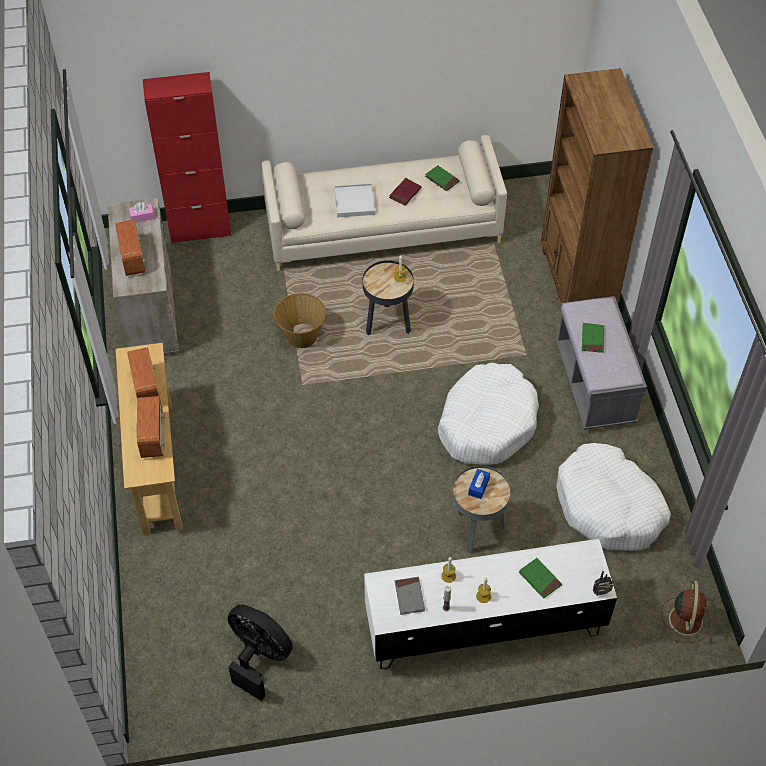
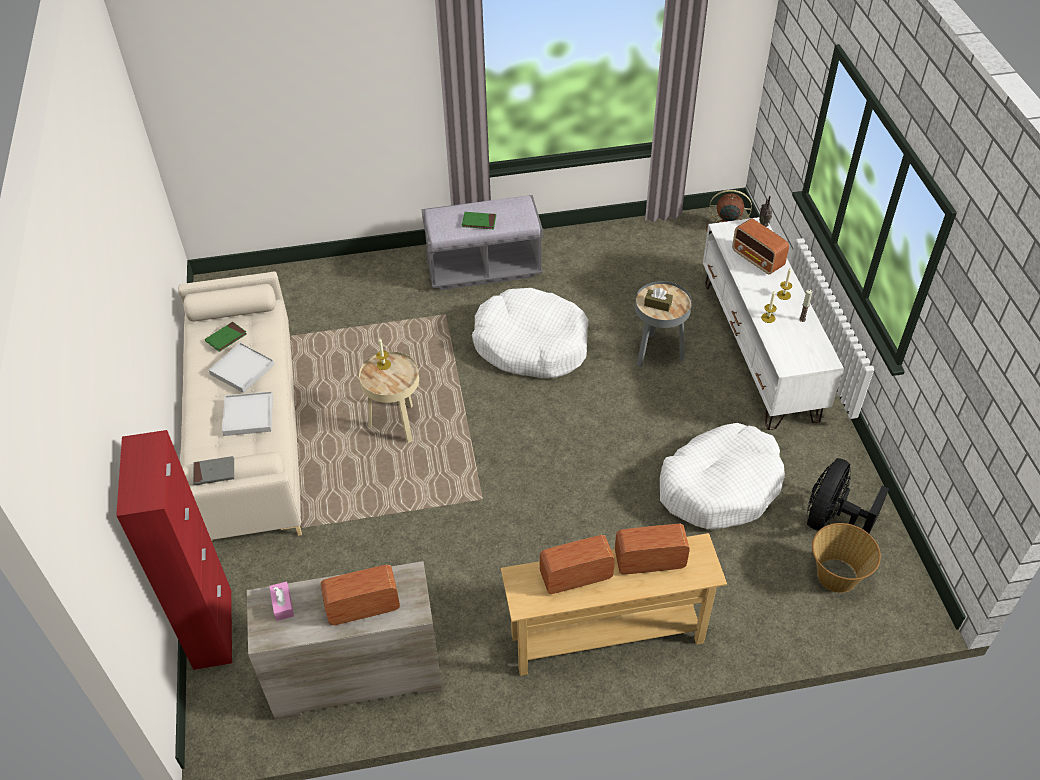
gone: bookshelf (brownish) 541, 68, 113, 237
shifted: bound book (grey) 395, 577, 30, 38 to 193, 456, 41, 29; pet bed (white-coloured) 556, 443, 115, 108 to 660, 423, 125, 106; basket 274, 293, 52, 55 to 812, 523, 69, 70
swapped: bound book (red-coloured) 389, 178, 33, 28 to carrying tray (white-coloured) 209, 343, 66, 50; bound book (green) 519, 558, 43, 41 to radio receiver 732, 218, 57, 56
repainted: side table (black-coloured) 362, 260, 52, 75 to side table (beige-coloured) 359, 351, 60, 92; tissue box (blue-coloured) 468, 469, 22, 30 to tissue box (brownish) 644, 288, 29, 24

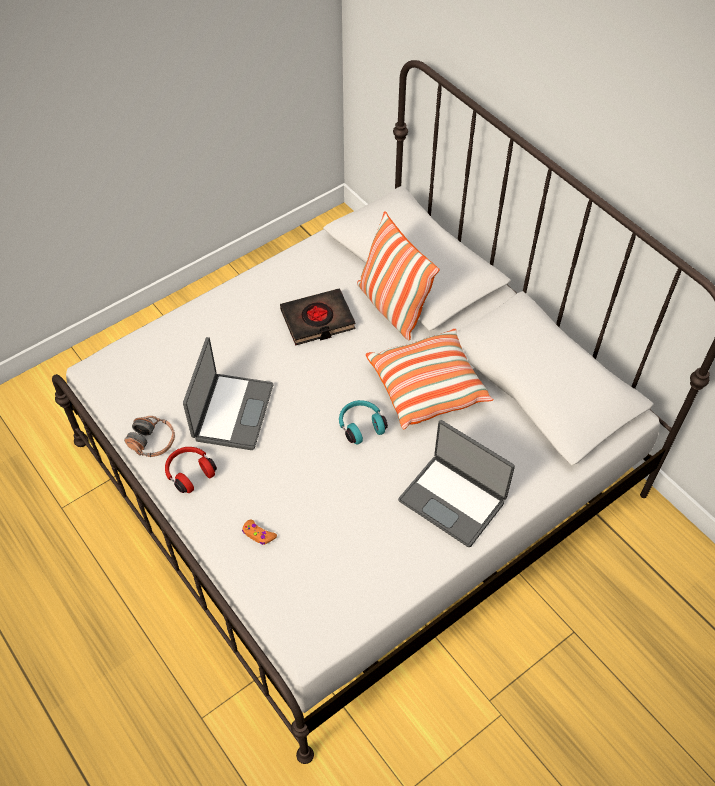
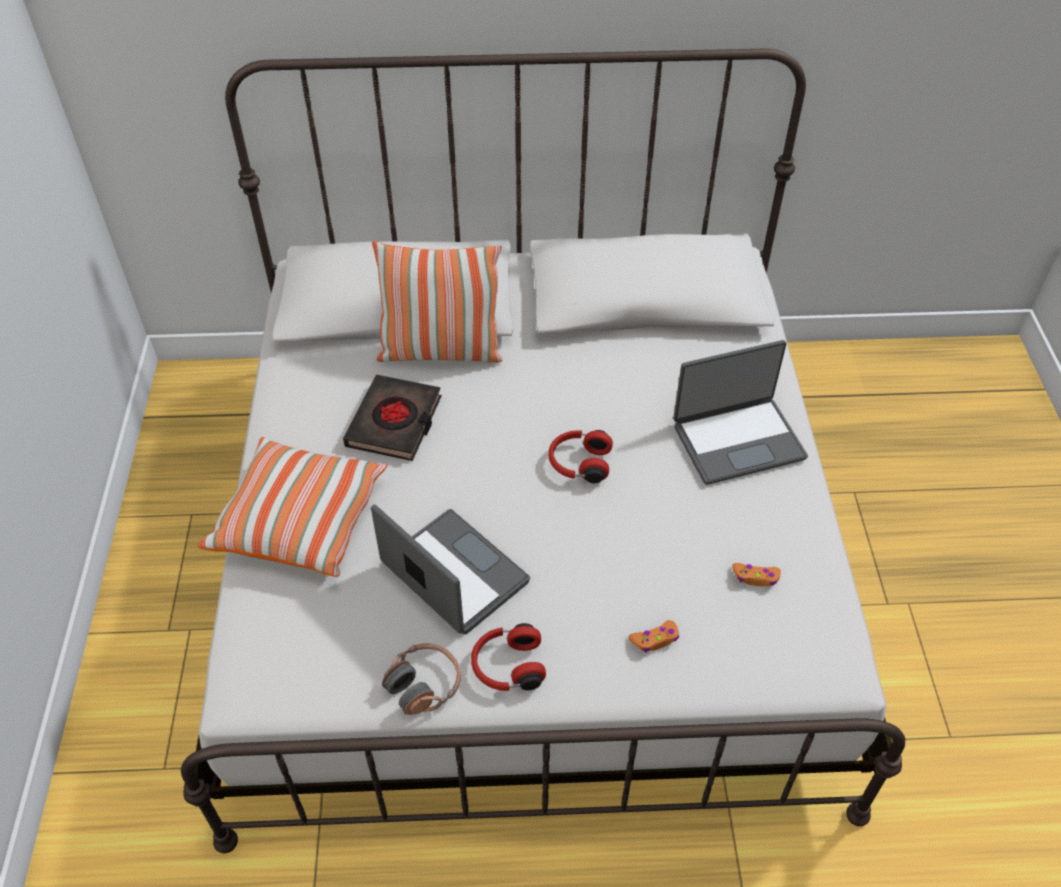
new: gamepad (orange) 732, 563, 49, 23
shifted: cushion 366, 329, 128, 100 to 198, 437, 189, 140
repainted: headphones (turquoise) 339, 400, 49, 44 to headphones (red-coloured) 548, 430, 65, 53

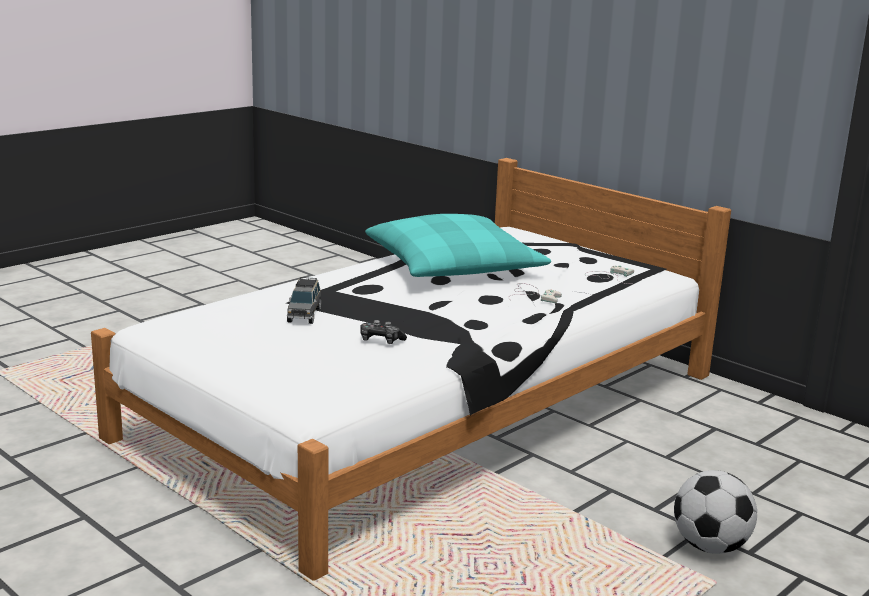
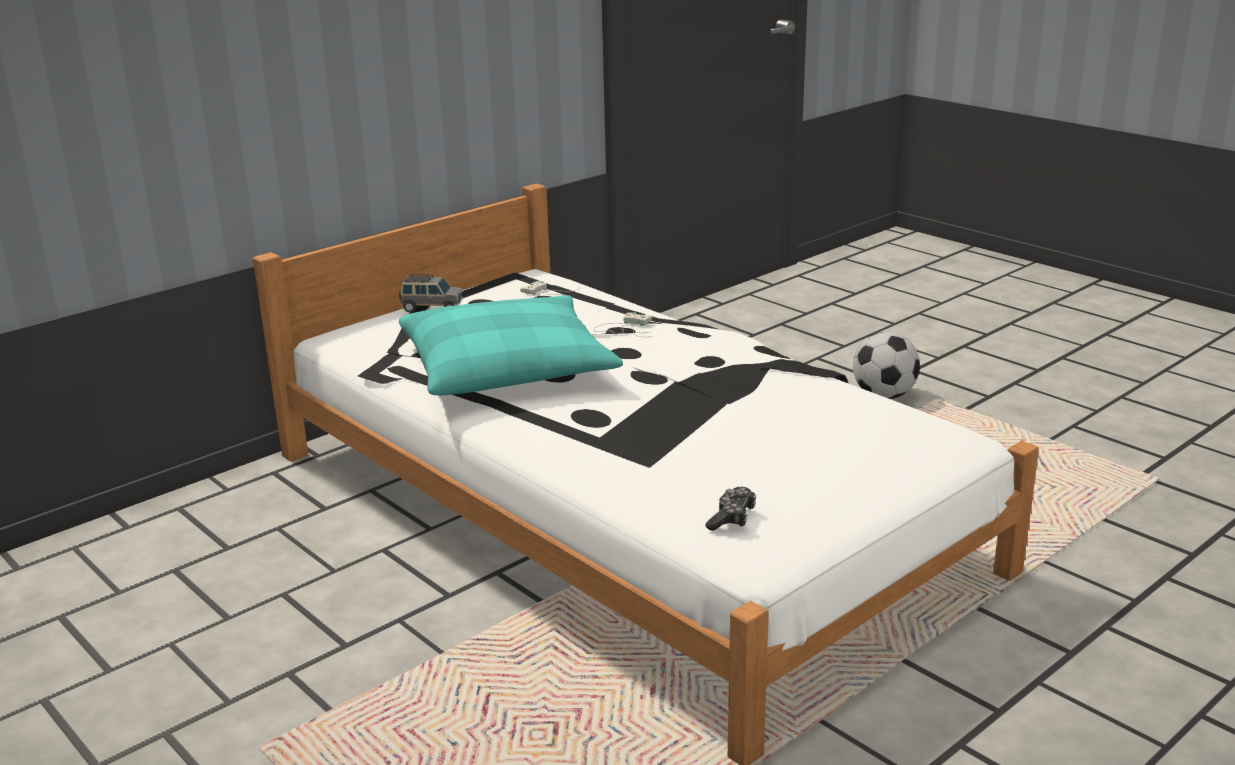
shifted: model car (grey) 287, 277, 34, 47 to 399, 274, 64, 39; gamepad 360, 320, 47, 24 to 705, 487, 51, 44

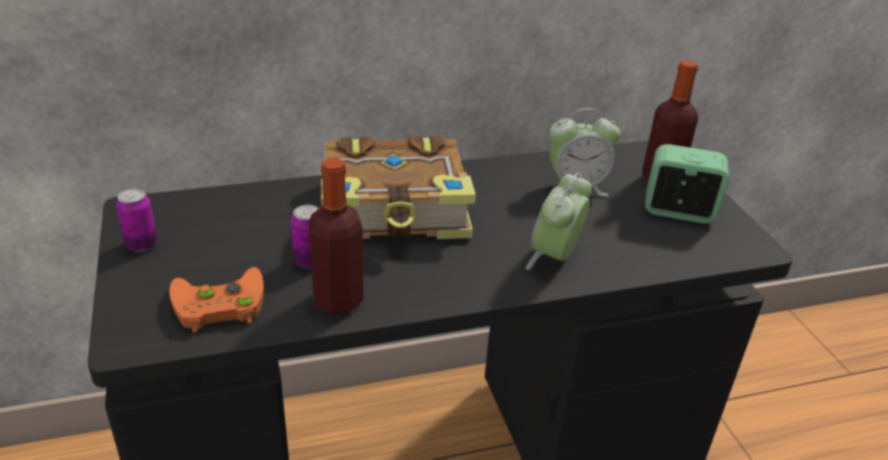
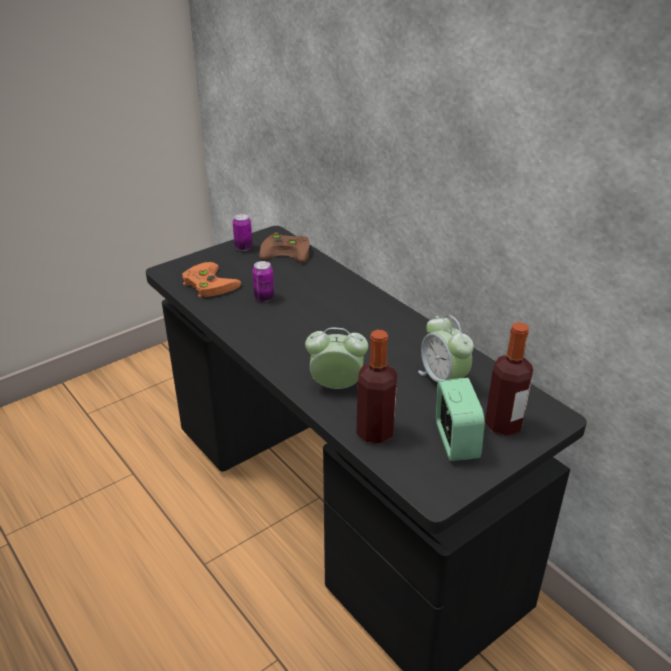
gone: bound book 321, 136, 155, 103
new: gamepad (brownish) 259, 232, 51, 31
shifted: drink bottle 309, 158, 54, 156 to 356, 330, 41, 114

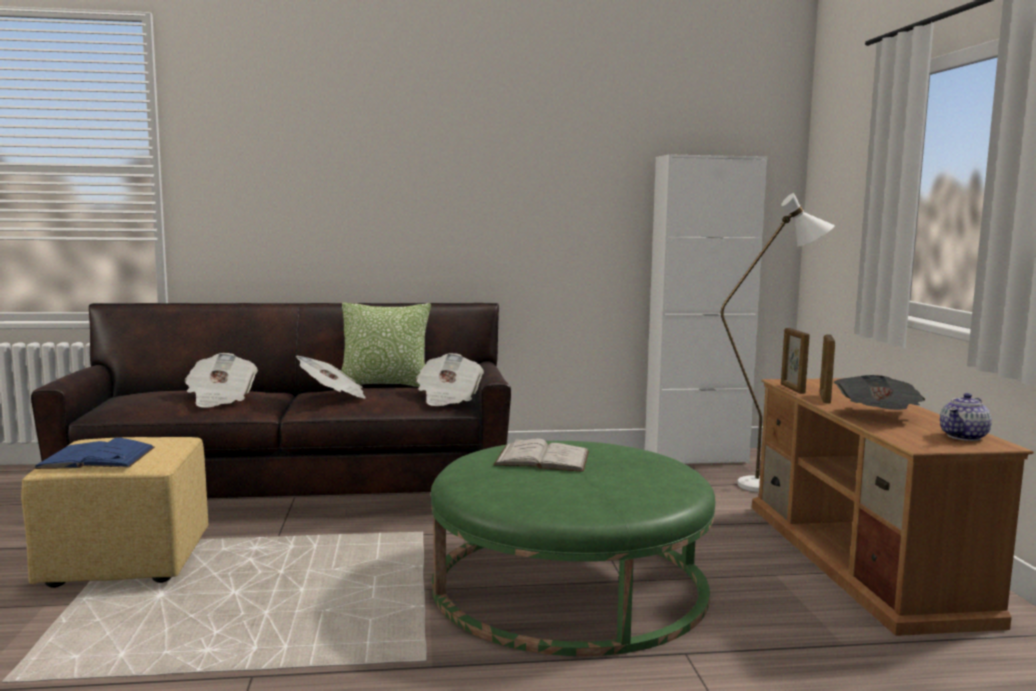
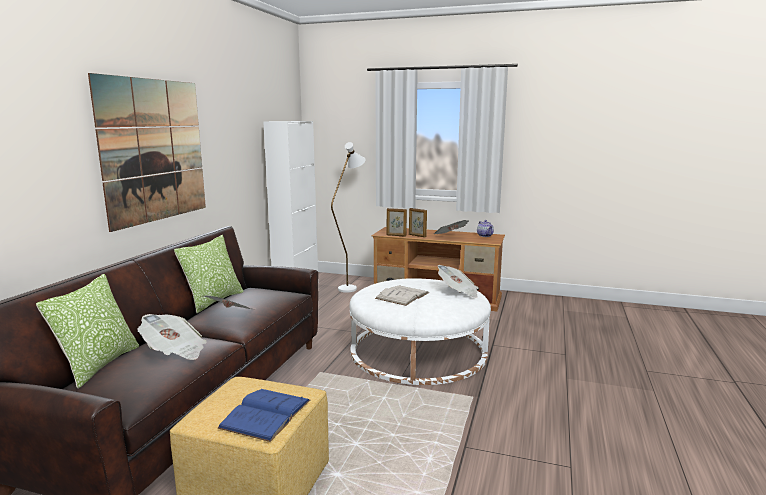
new: cushion 36, 274, 103, 115; wall art 88, 73, 118, 159
shifted: printed paper 416, 353, 68, 53 to 438, 265, 40, 33
repainted: footrest (green) 431, 441, 284, 215 to footrest (white-coloured) 349, 278, 142, 107

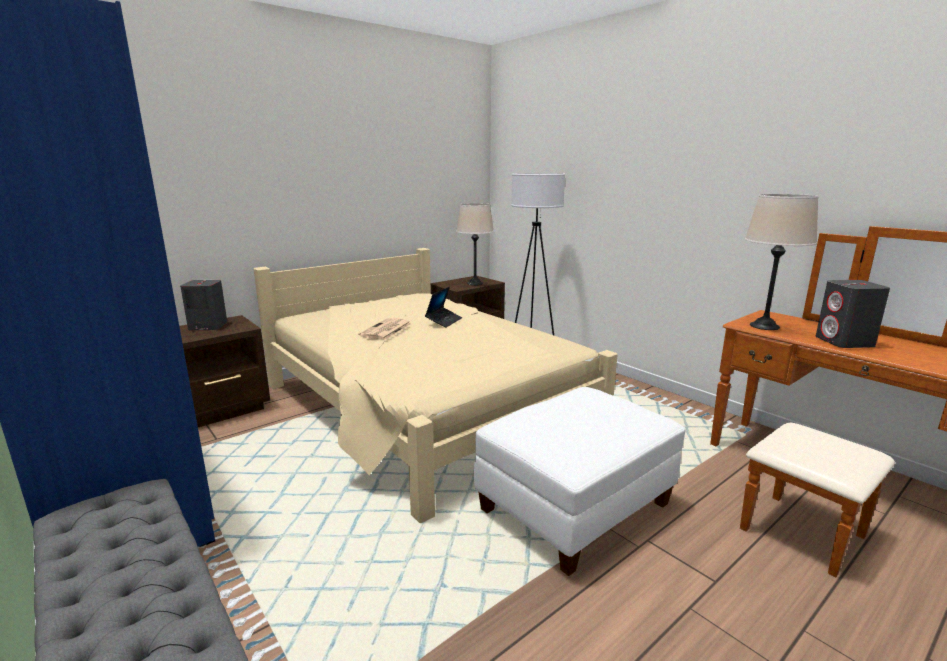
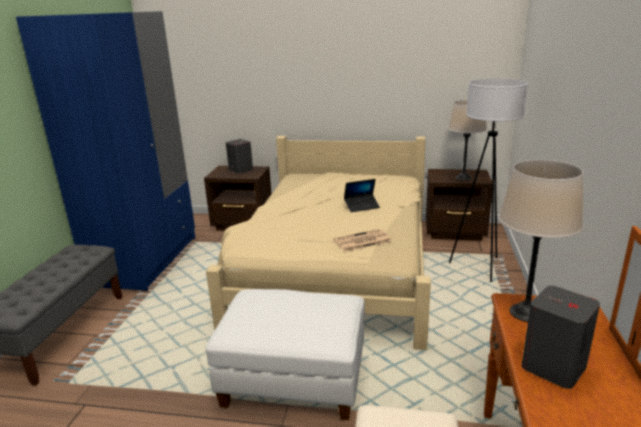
shifted: printed paper 358, 318, 53, 22 to 334, 229, 58, 23

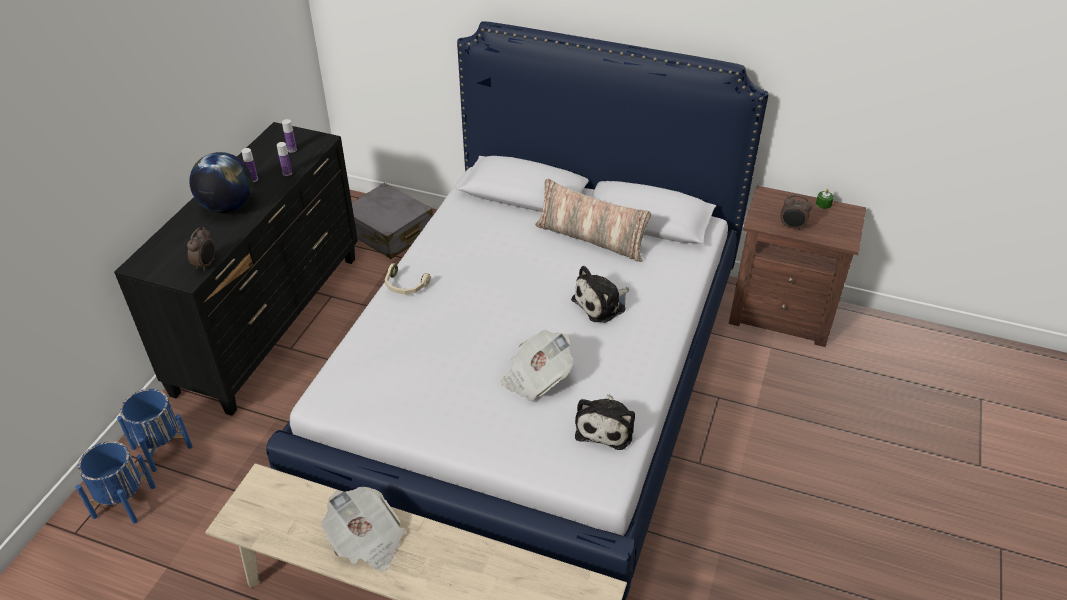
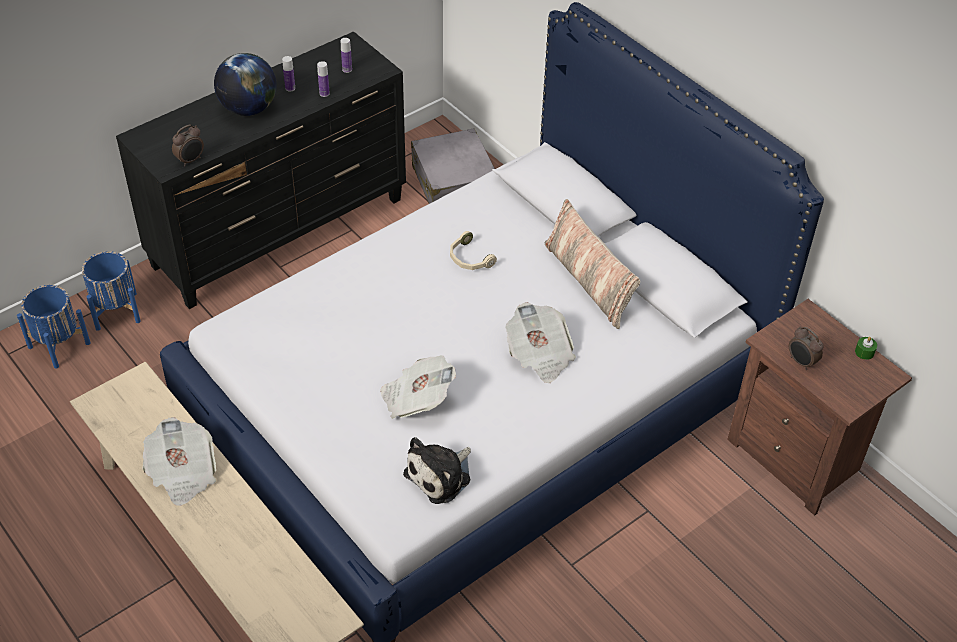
shifted: headphones (beige-coloured) 385, 263, 46, 32 to 450, 231, 47, 39
swapped: plush toy 571, 266, 58, 57 to printed paper 505, 302, 71, 81

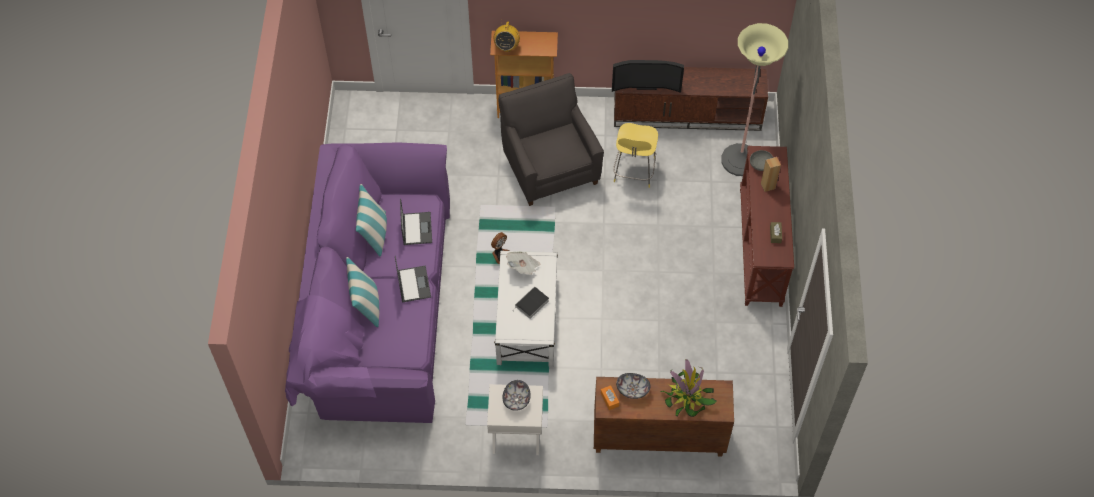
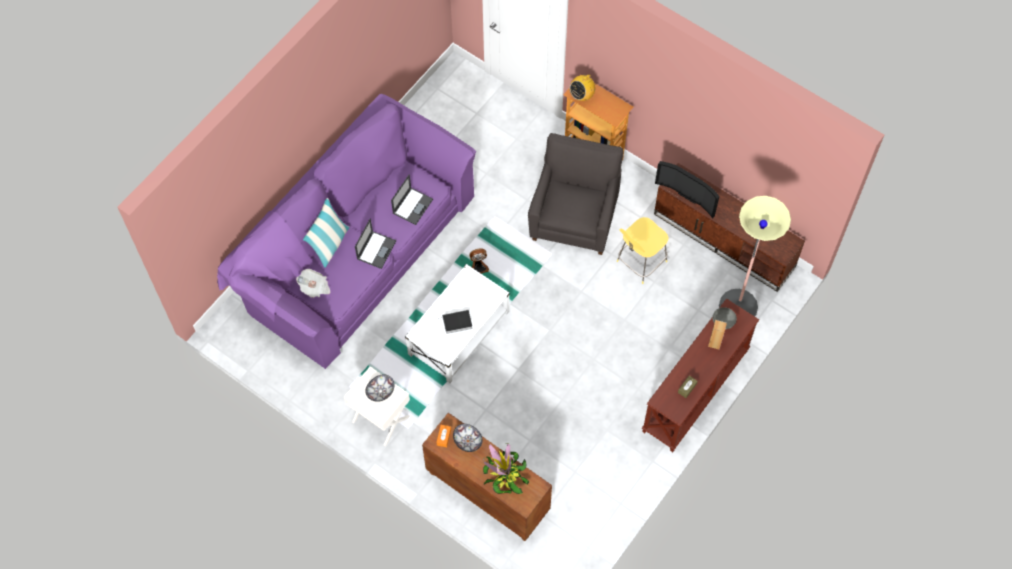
gone: cushion 356, 184, 31, 72
shifted: printed paper 506, 252, 34, 23 to 296, 269, 34, 29

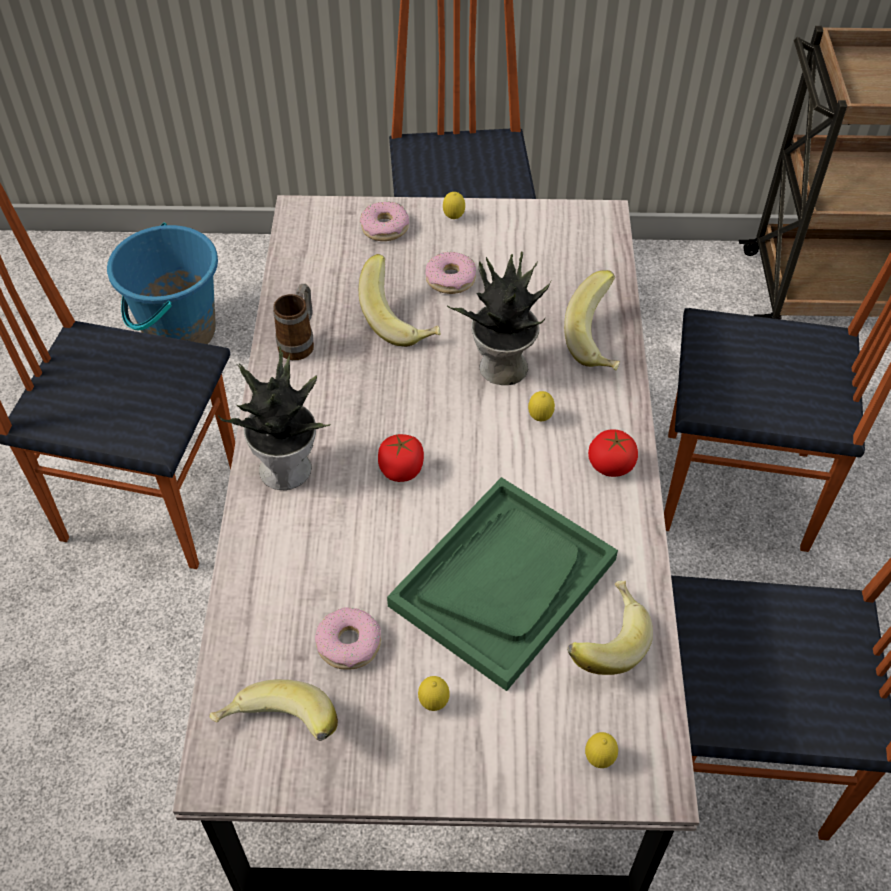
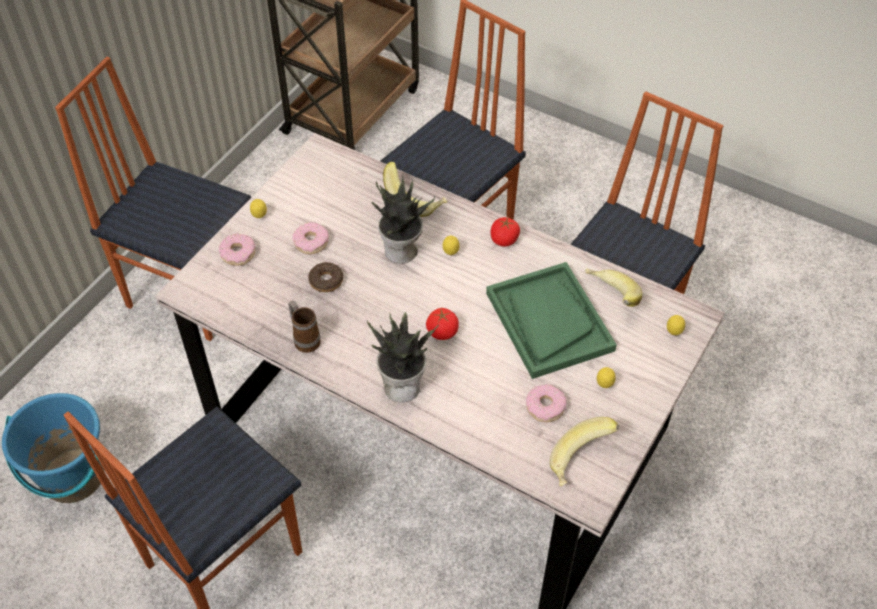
swapped: banana 359, 254, 82, 93 to ring doughnut 308, 262, 35, 30

